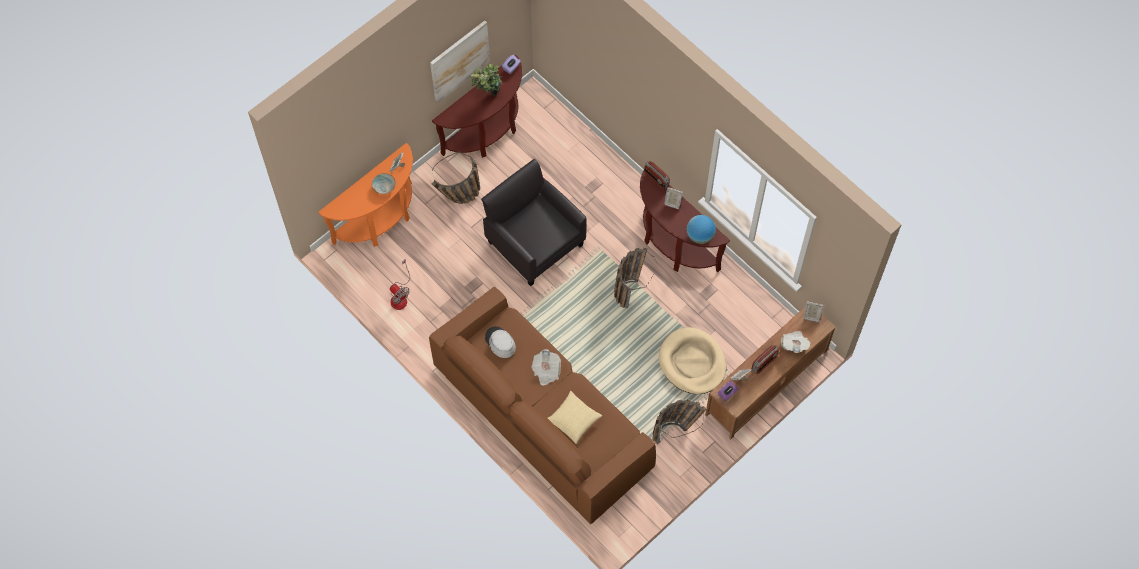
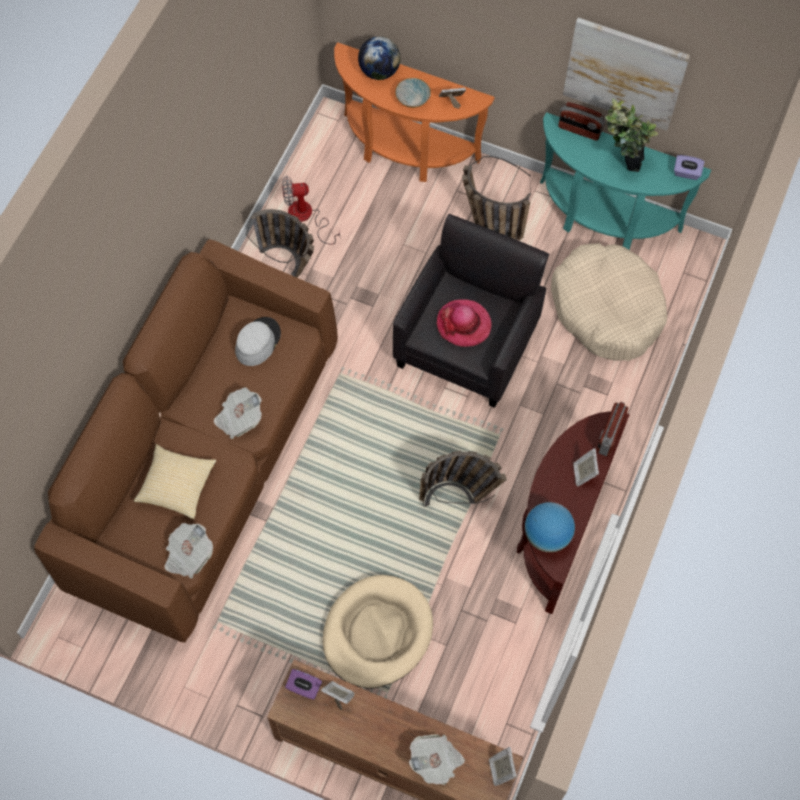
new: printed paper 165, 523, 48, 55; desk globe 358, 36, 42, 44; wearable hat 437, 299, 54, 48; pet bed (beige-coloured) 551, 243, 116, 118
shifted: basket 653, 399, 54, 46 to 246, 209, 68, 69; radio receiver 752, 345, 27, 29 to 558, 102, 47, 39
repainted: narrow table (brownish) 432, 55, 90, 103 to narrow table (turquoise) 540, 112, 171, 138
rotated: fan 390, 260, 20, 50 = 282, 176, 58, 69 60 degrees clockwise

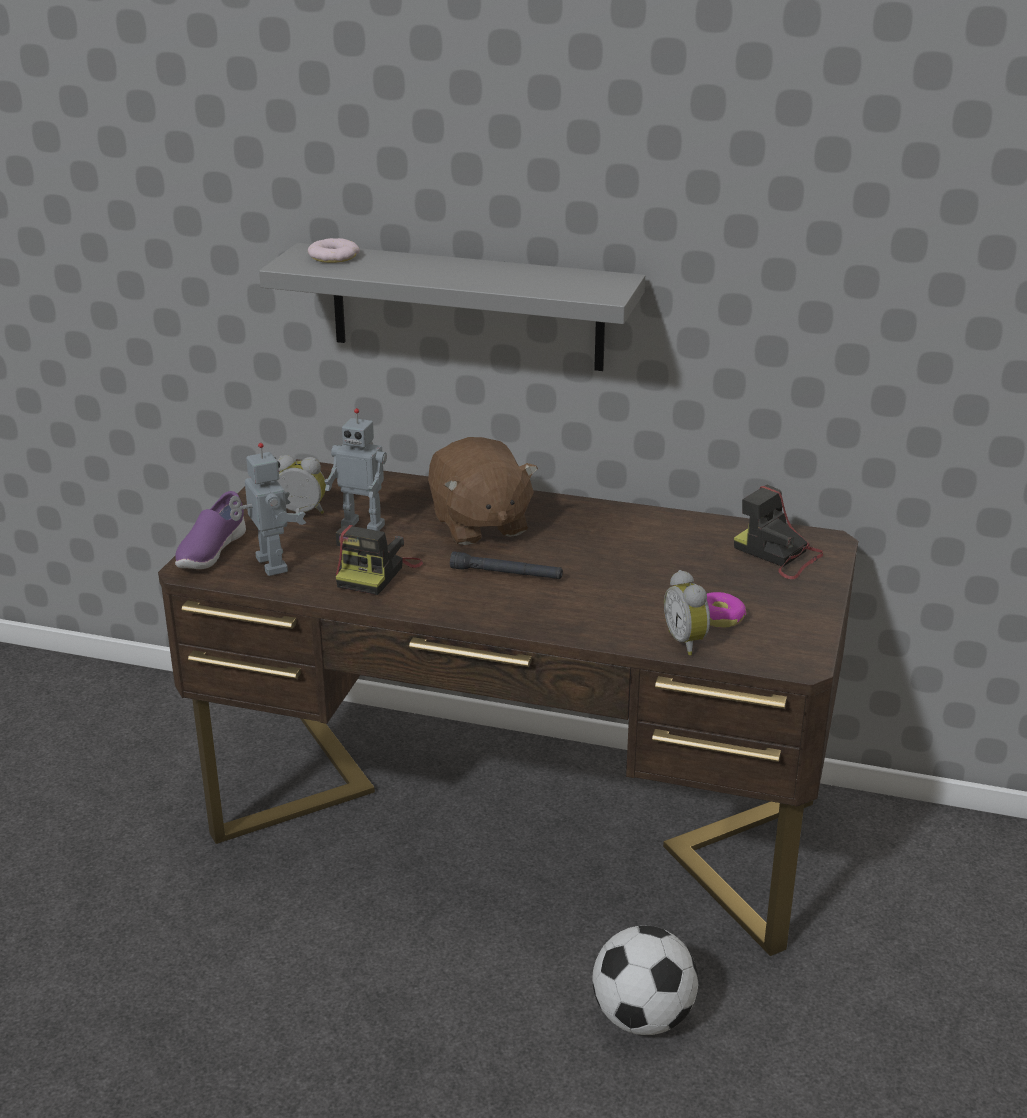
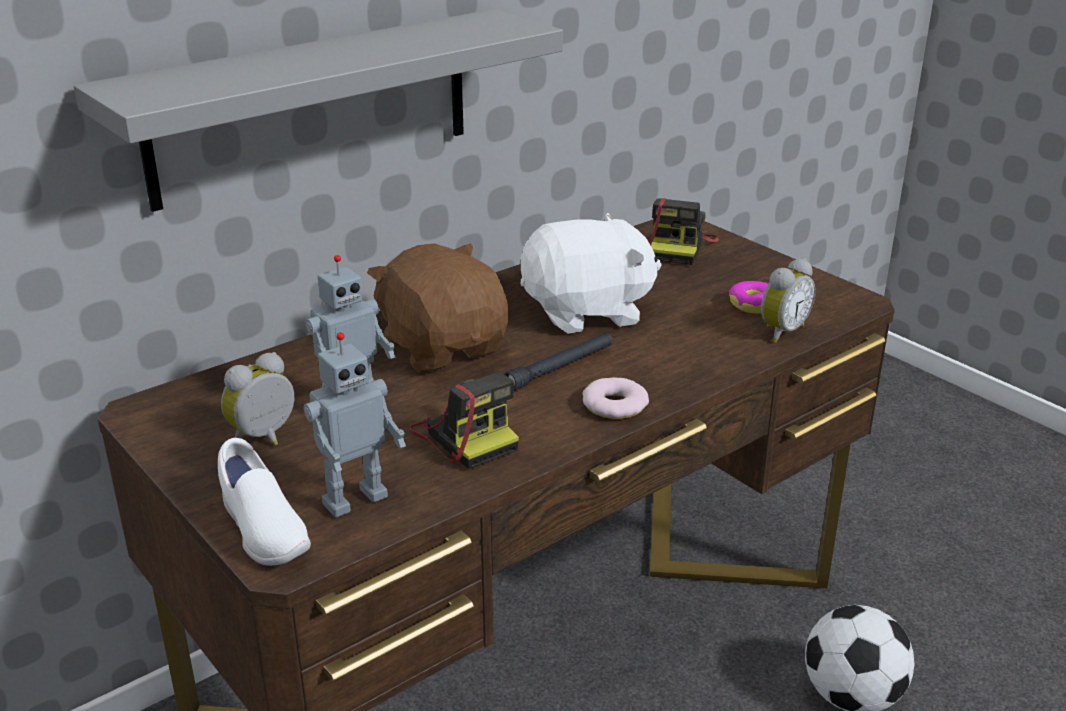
new: plush toy (white-coloured) 521, 213, 141, 121
shifted: ring doughnut 308, 238, 52, 25 to 583, 377, 66, 42
repainted: low shoe (purplish) 175, 491, 71, 78 to low shoe (white-coloured) 218, 438, 93, 128
rotated: robot figure 229, 443, 77, 133 = 304, 332, 102, 186 135 degrees clockwise; plush toy (brownish) 428, 437, 110, 108 = 367, 243, 142, 130 135 degrees counterclockwise; still camera 734, 484, 89, 96 = 649, 198, 70, 67 60 degrees counterclockwise; bedside clock 664, 570, 46, 85 = 761, 258, 54, 85 60 degrees counterclockwise

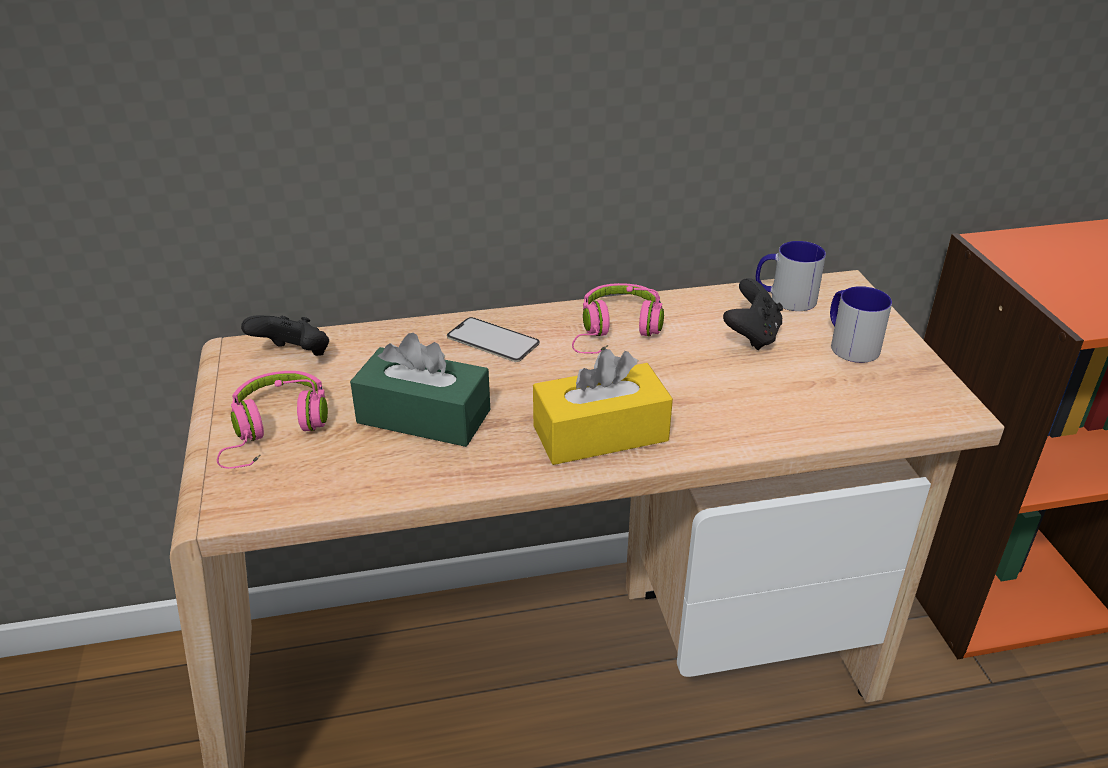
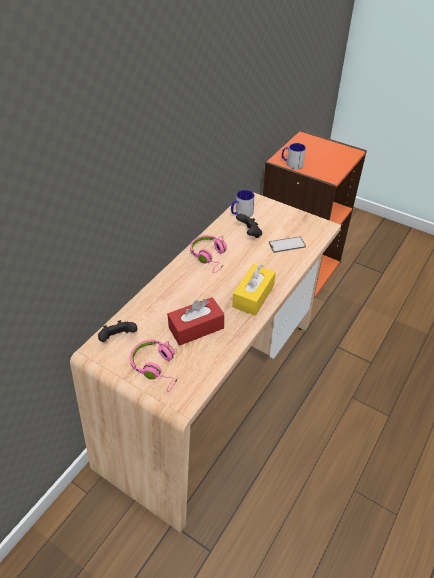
shifted: handset 447, 317, 93, 45 to 269, 236, 37, 17; mug 830, 286, 62, 77 to 282, 143, 24, 26
repainted: tissue box (green) 350, 333, 140, 114 to tissue box (red-coloured) 167, 297, 57, 49

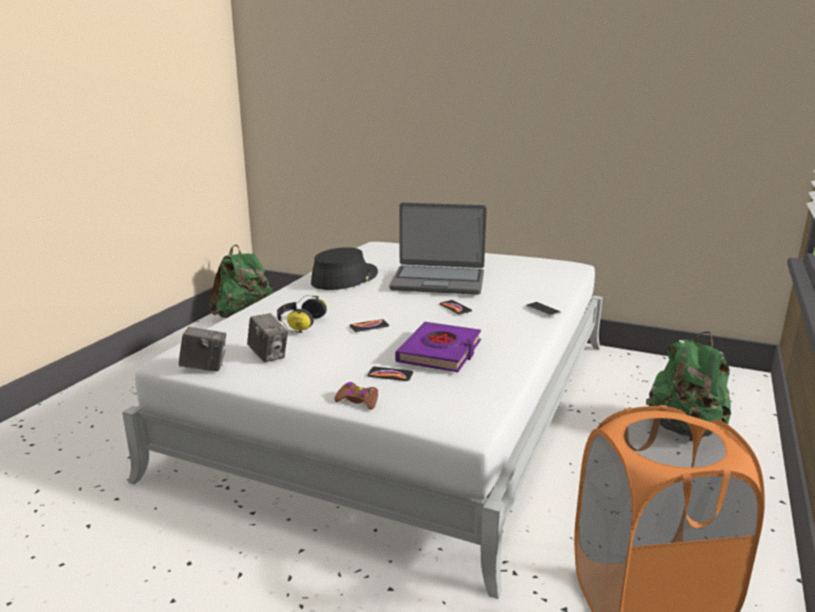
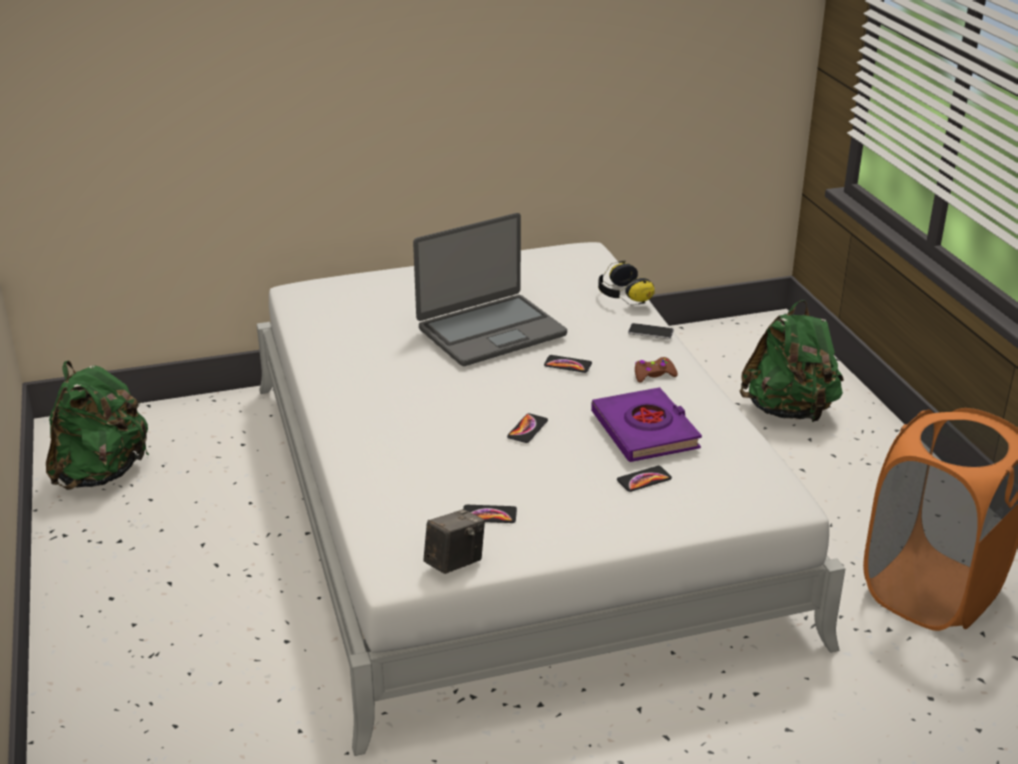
gone: wearable hat (black-coloured) 311, 247, 67, 43
shifted: headphones 277, 295, 50, 38 to 598, 260, 57, 46; gamepad (brownish) 334, 382, 44, 28 to 635, 357, 43, 25
swapped: still camera 247, 313, 41, 49 to handset 463, 505, 54, 18

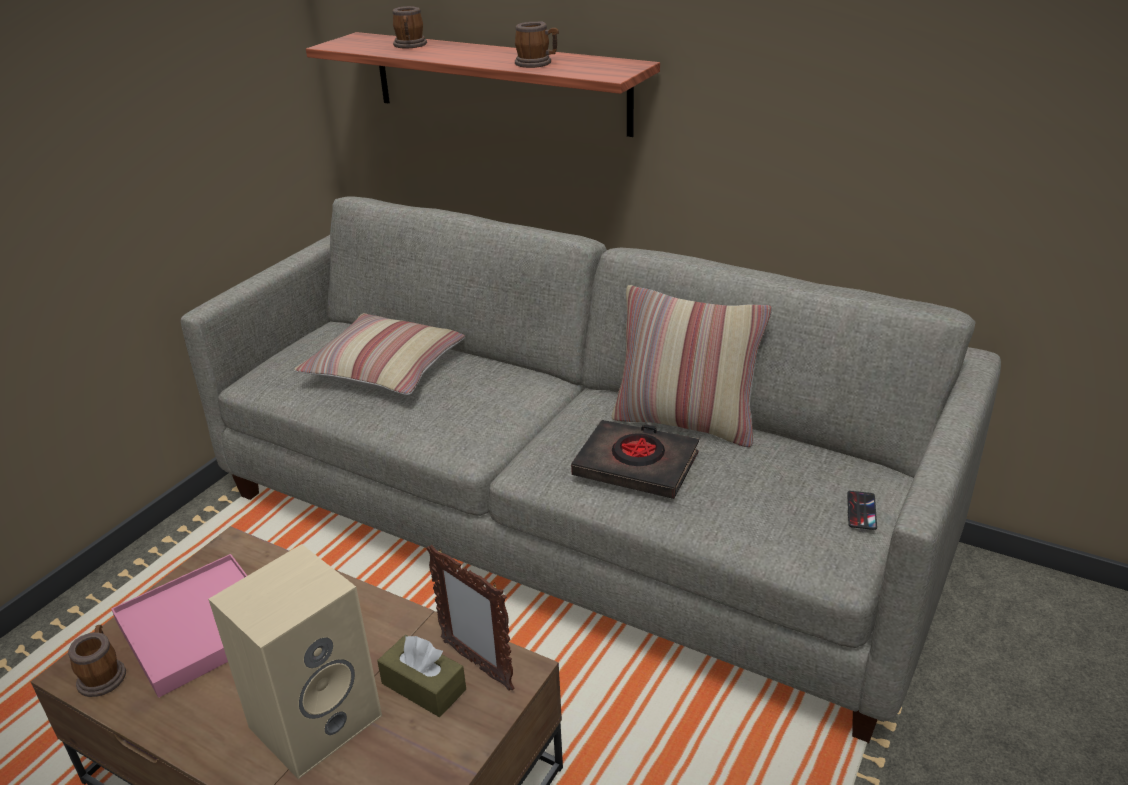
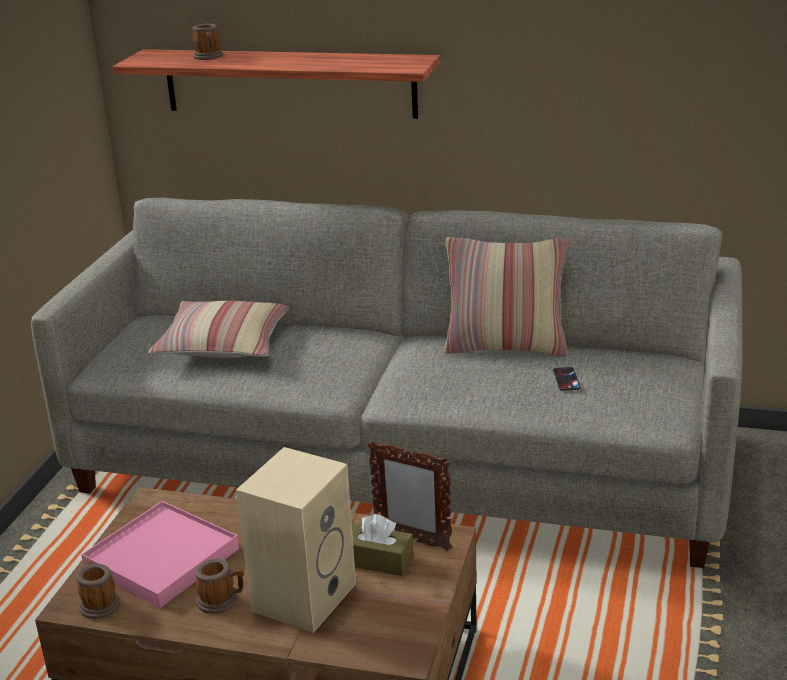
gone: bound book (black-coloured) 571, 420, 128, 79
shifted: mug 515, 21, 44, 47 to 195, 559, 49, 55; handset 847, 491, 30, 39 to 553, 367, 28, 24

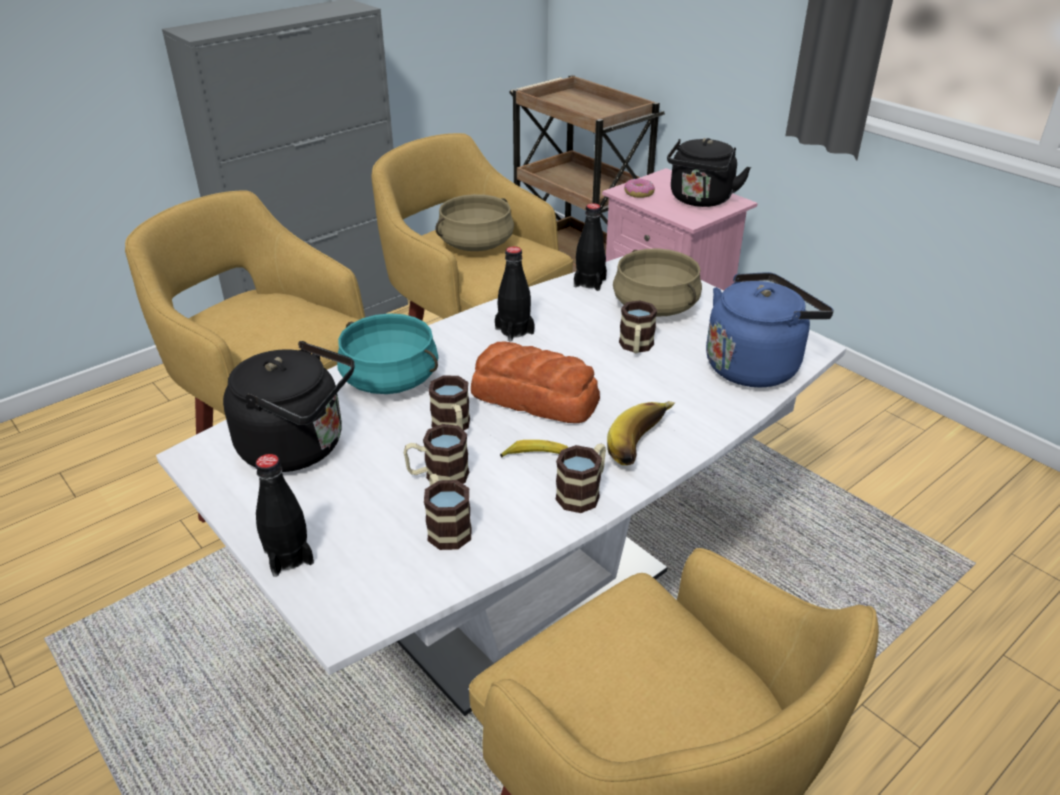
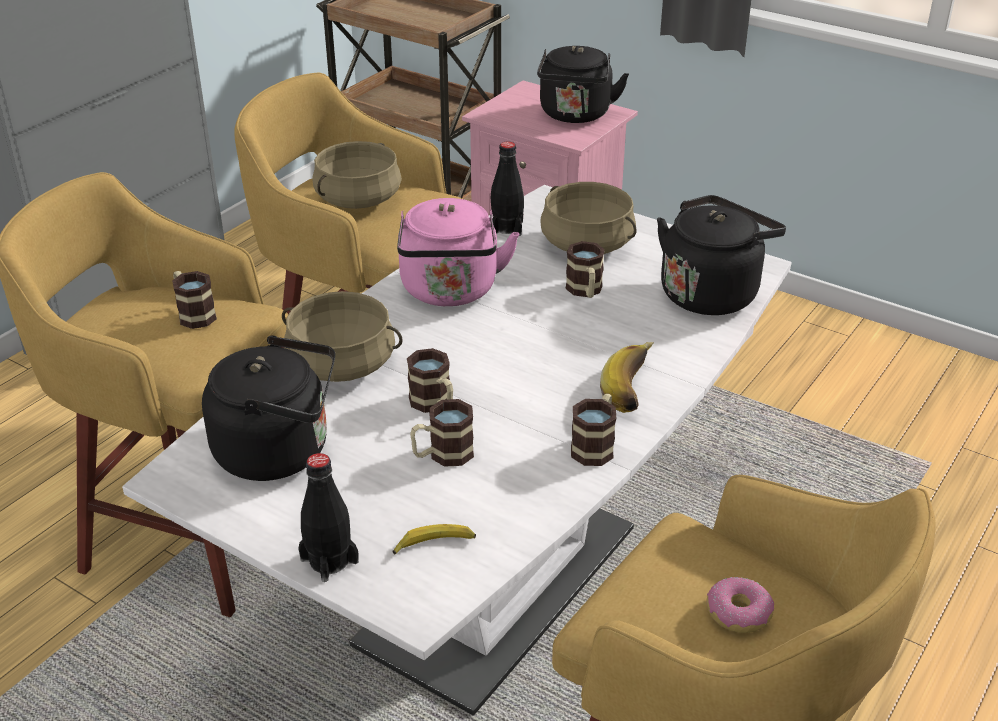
gone: bread 471, 342, 129, 81
shifted: mug 424, 474, 48, 76 to 172, 271, 45, 58; banana 500, 440, 68, 17 to 393, 524, 83, 31; ring doughnut 624, 178, 31, 20 to 706, 577, 68, 56
swapped: drink bottle (black-coloured) 495, 246, 40, 95 to tea kettle (pink-coloured) 397, 198, 122, 108
repainted: saucepot (turquoise) 337, 313, 102, 81 to saucepot (beige-coloured) 282, 291, 121, 91; tea kettle (blue-coloured) 706, 272, 128, 116 to tea kettle (black-coloured) 657, 195, 129, 120

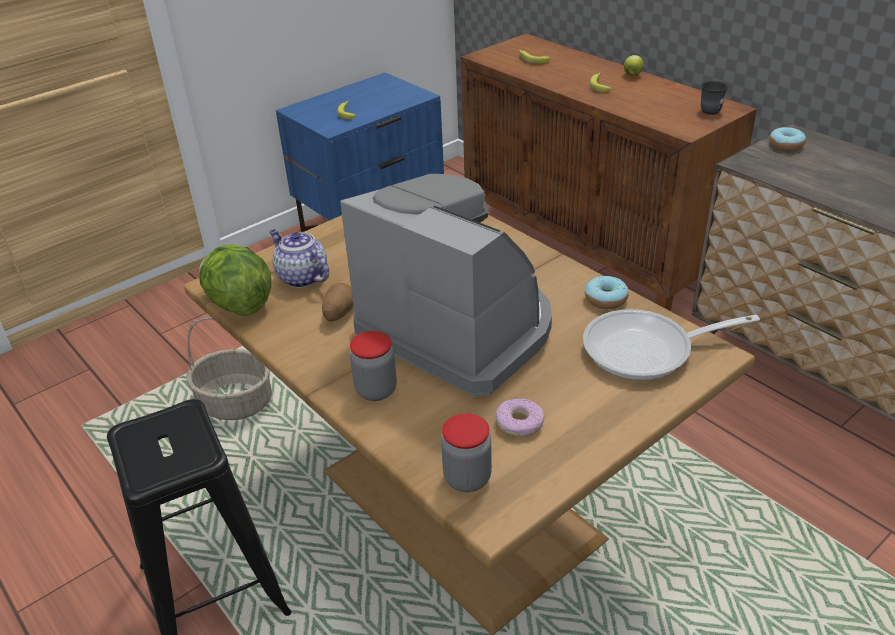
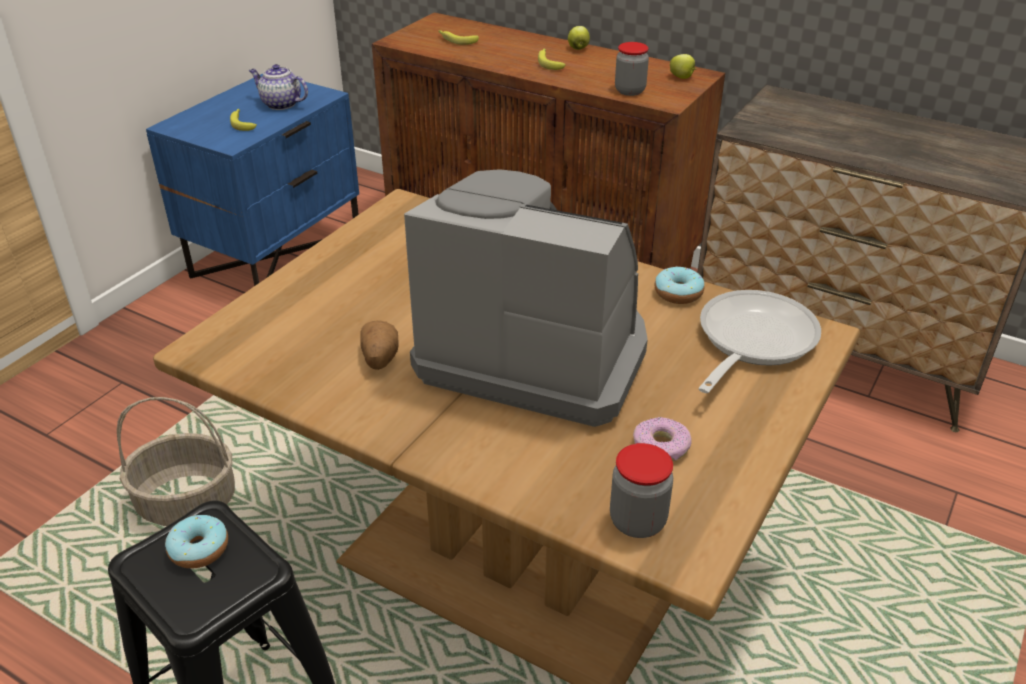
gone: head of lettuce 199, 244, 72, 72
shifted: ring doughnut 769, 127, 37, 24 to 165, 515, 63, 53; teapot 269, 229, 60, 59 to 249, 64, 59, 46; storage jar 350, 331, 47, 70 to 615, 42, 34, 54
swapped: mug (grey) 701, 81, 27, 34 to apple fruit 670, 54, 26, 25
rotated: frying pan 583, 309, 177, 71 = 698, 290, 123, 103 150 degrees clockwise

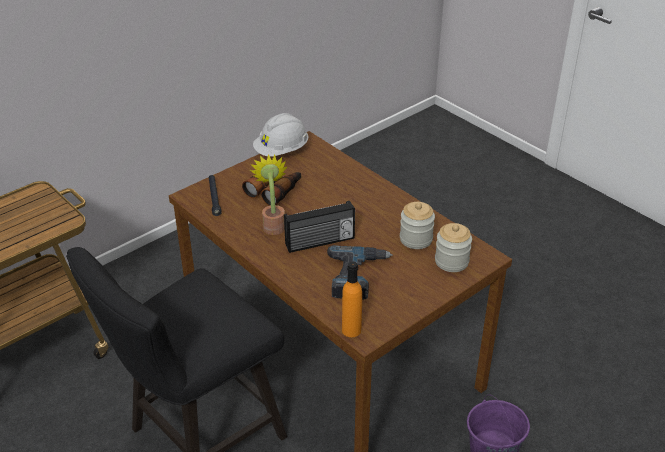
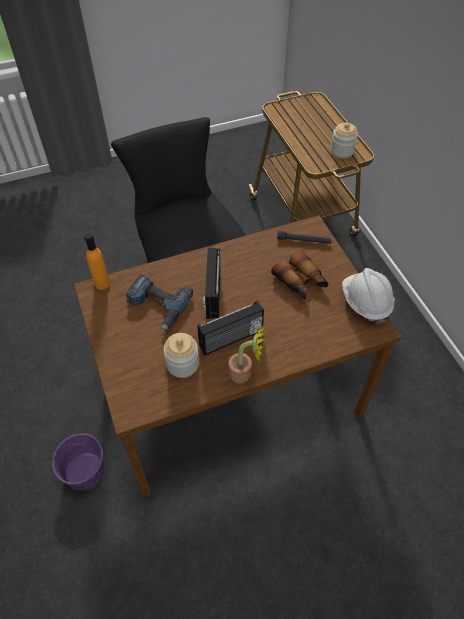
new: radio receiver 197, 301, 67, 55
shifted: plant in a pot 250, 154, 38, 81 to 229, 325, 37, 58; storage jar 435, 223, 37, 49 to 331, 123, 27, 35

